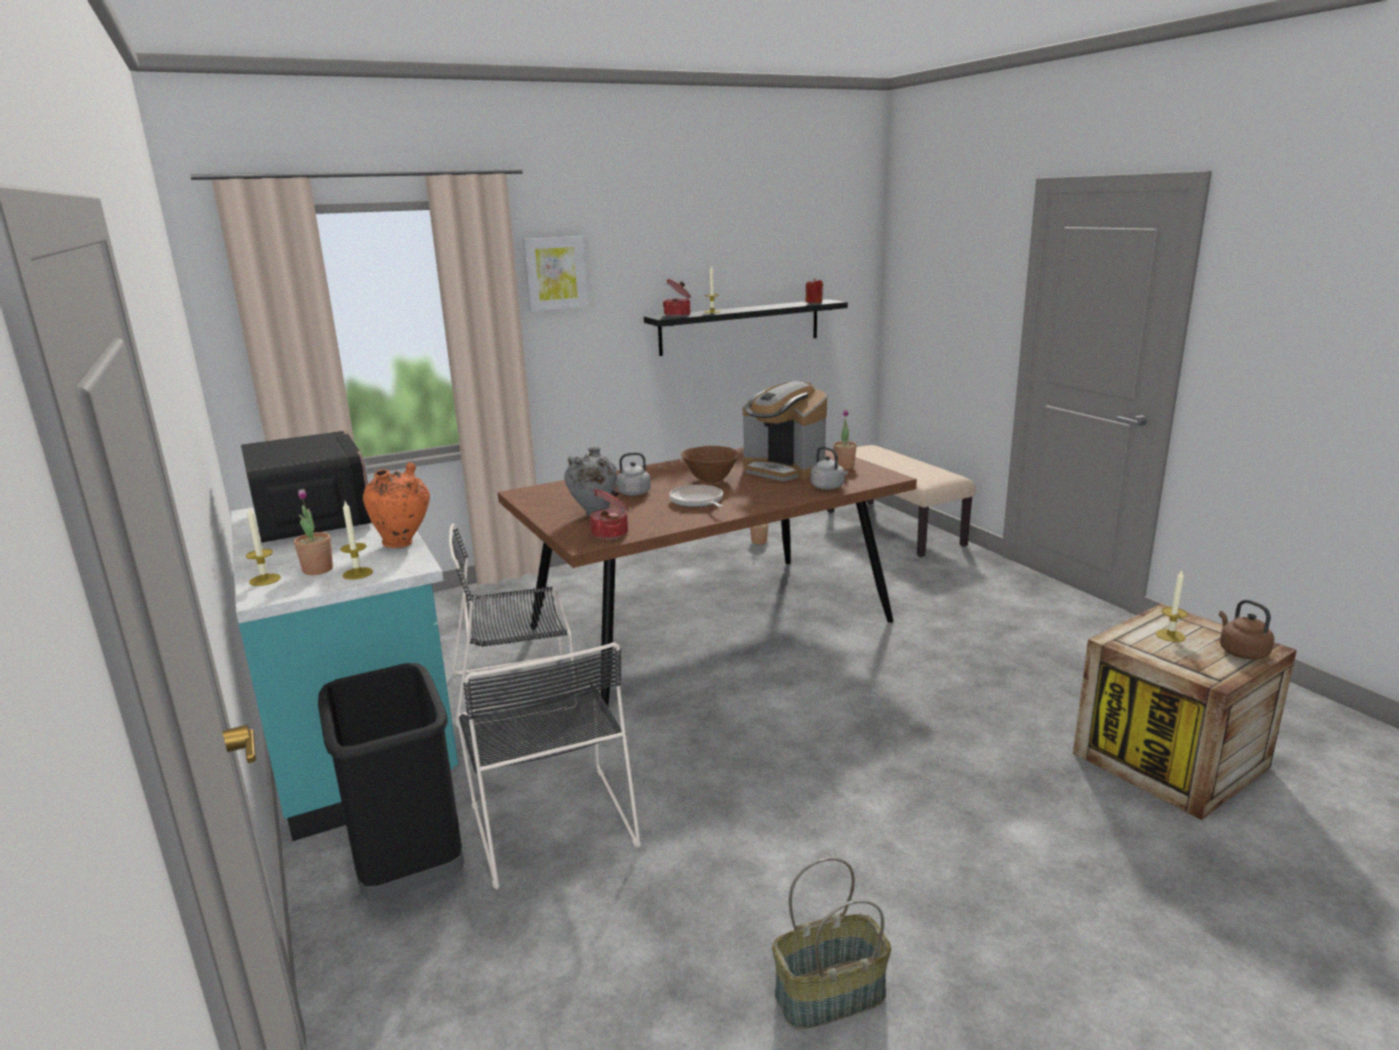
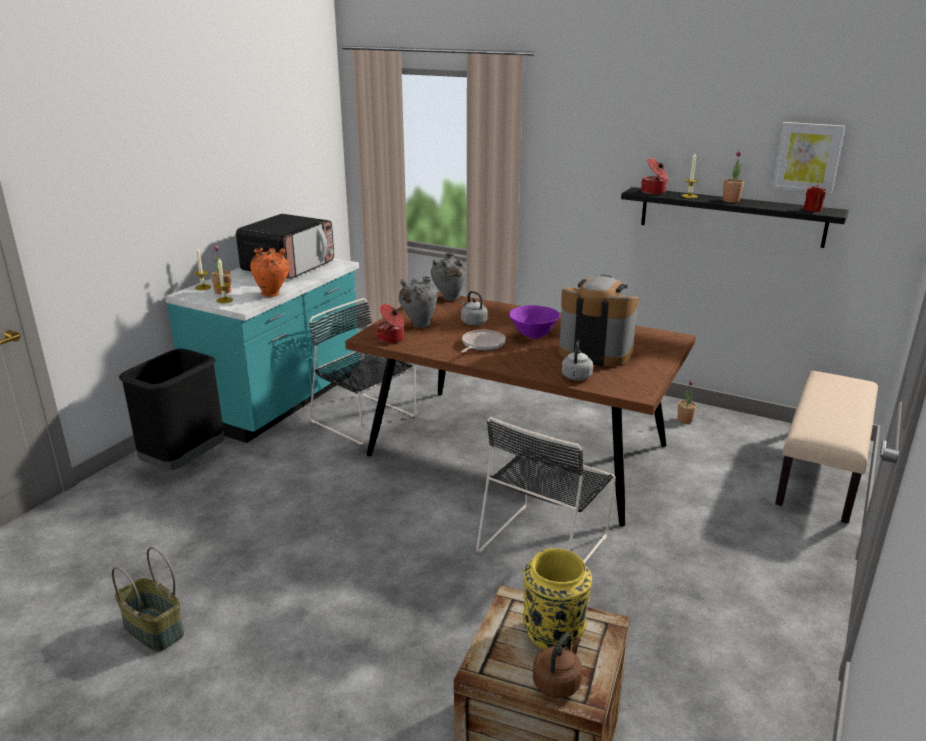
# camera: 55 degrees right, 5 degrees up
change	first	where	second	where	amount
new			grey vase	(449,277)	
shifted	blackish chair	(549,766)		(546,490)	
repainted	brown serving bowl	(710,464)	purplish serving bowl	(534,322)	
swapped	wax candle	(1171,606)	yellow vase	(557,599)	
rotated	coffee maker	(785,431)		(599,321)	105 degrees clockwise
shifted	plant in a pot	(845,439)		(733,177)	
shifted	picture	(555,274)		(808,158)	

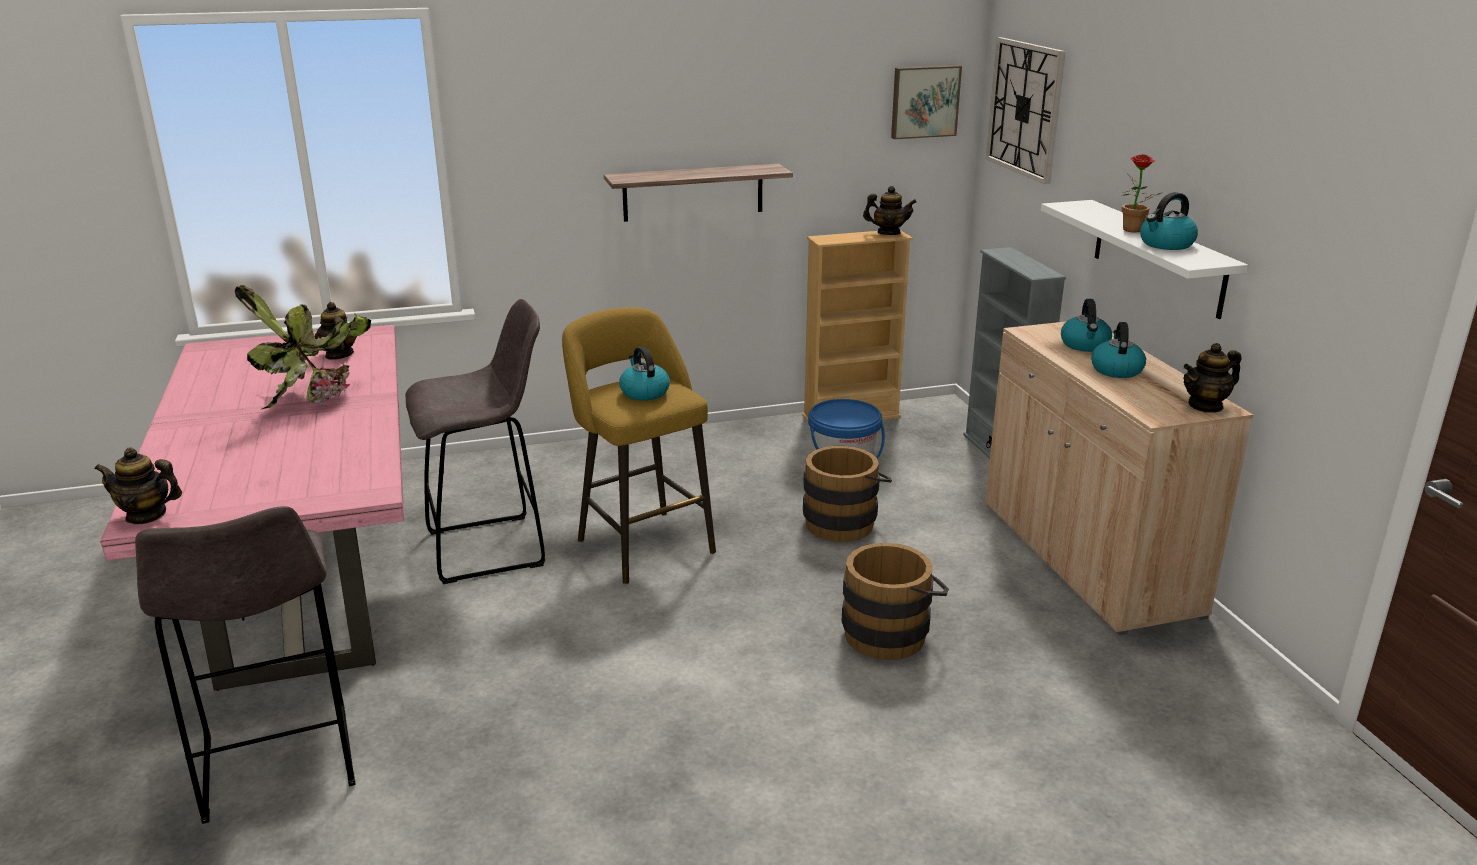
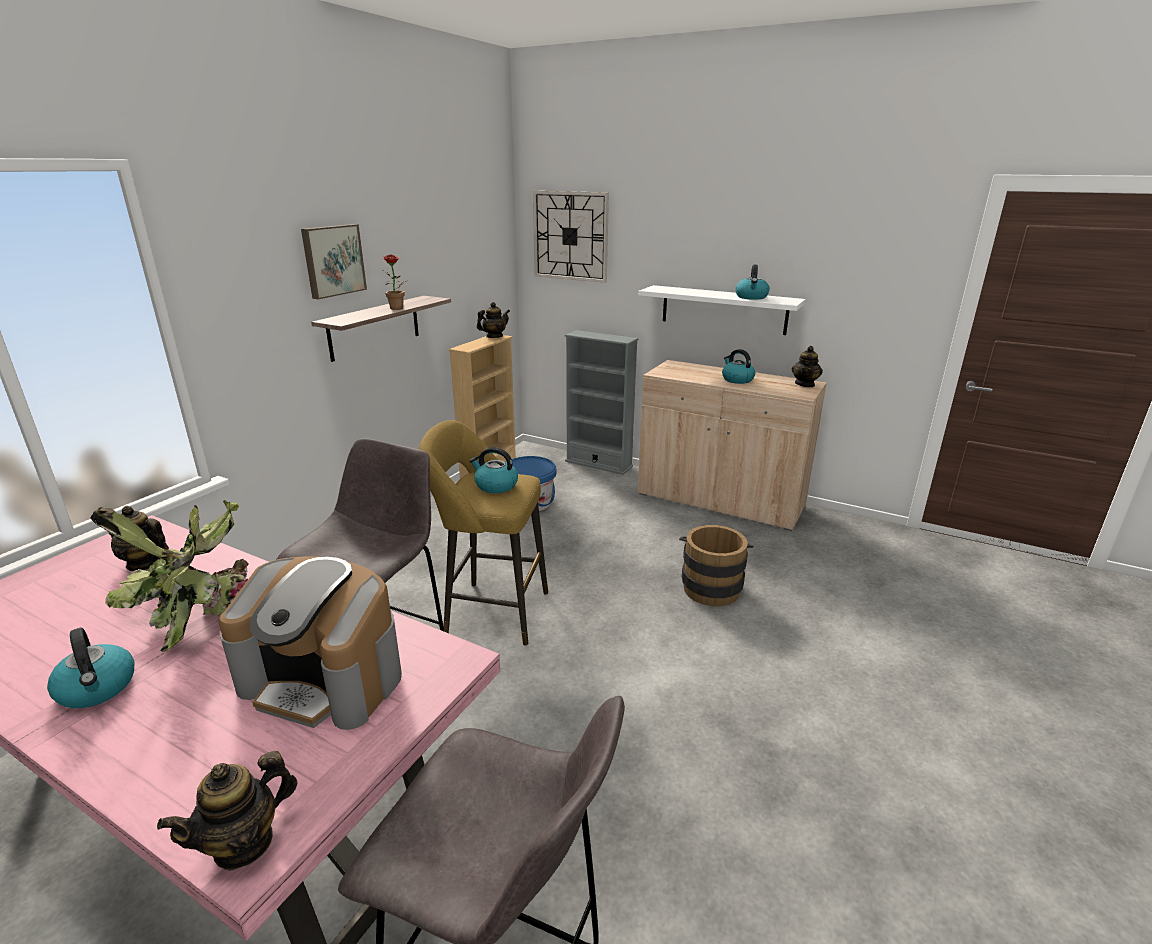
# camera: 45 degrees left, 0 degrees up
change	first	where	second	where	amount
shifted	tea kettle	(1086,325)		(90,668)	
new			coffee maker	(310,643)	
shifted	picture	(926,102)		(334,261)	
shifted	plant in a pot	(1142,193)		(395,282)	
gone	brown pail	(847,494)			

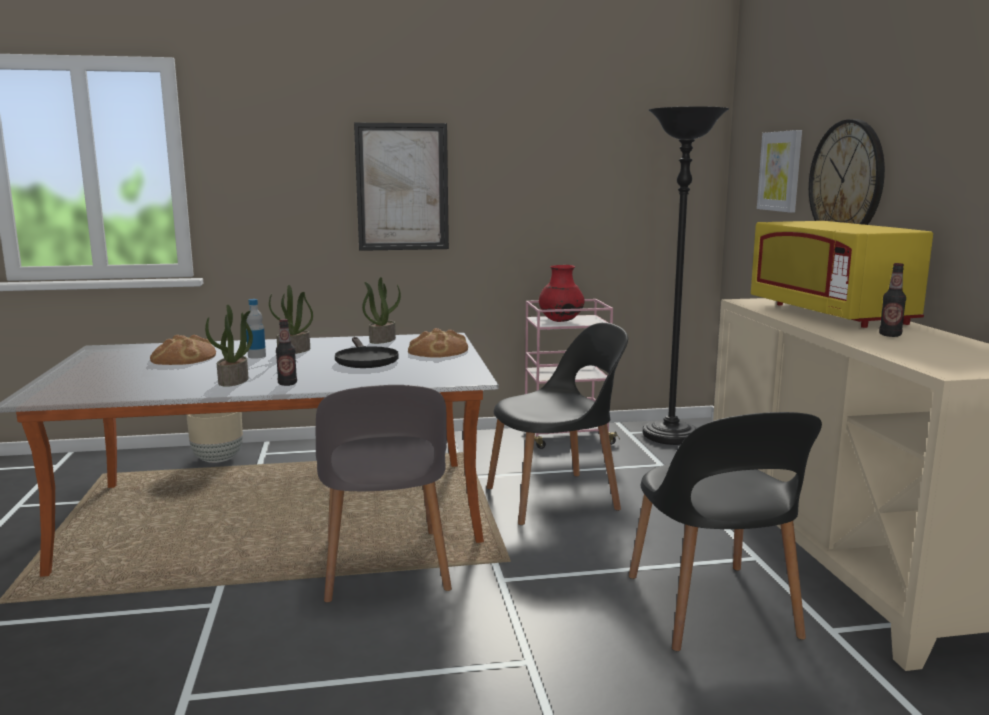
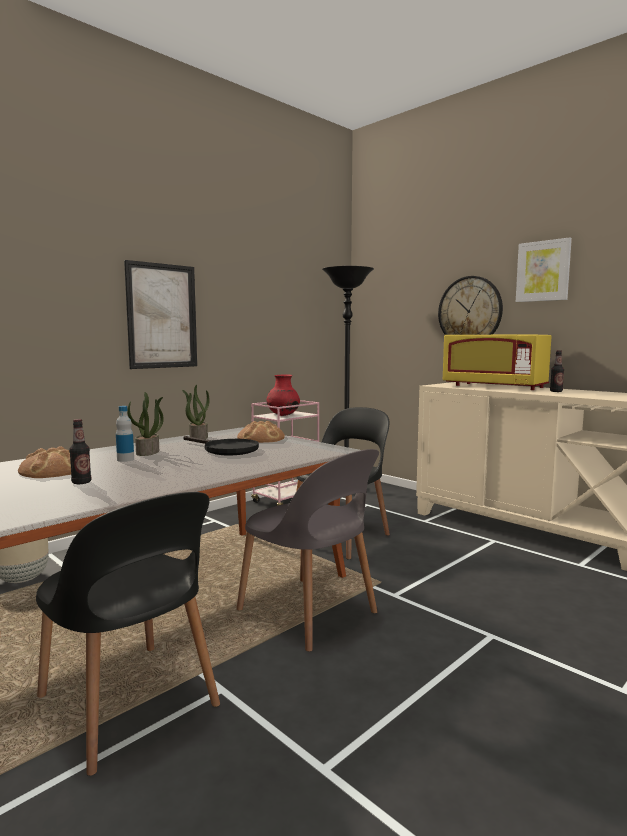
# camera: 35 degrees left, 5 degrees down
change	first	where	second	where	amount
shifted	blackish chair	(725,531)		(128,634)	
shifted	drink bottle	(286,352)		(80,451)	
shifted	picture	(779,171)		(544,269)	
gone	plant in a pot	(229,346)			

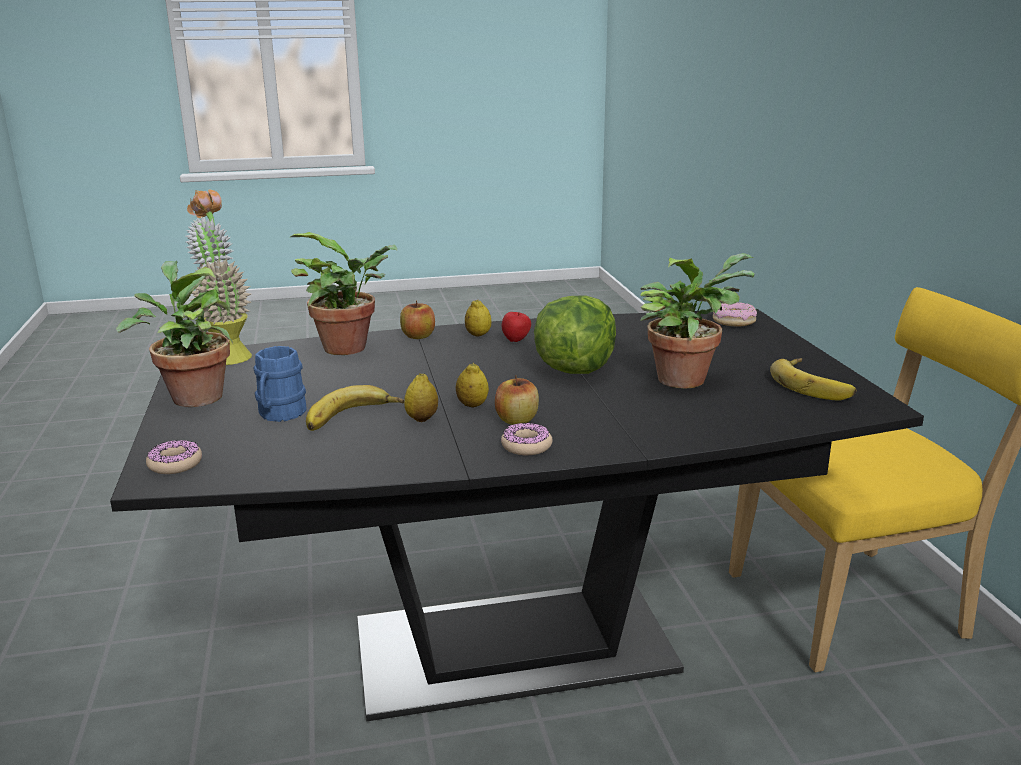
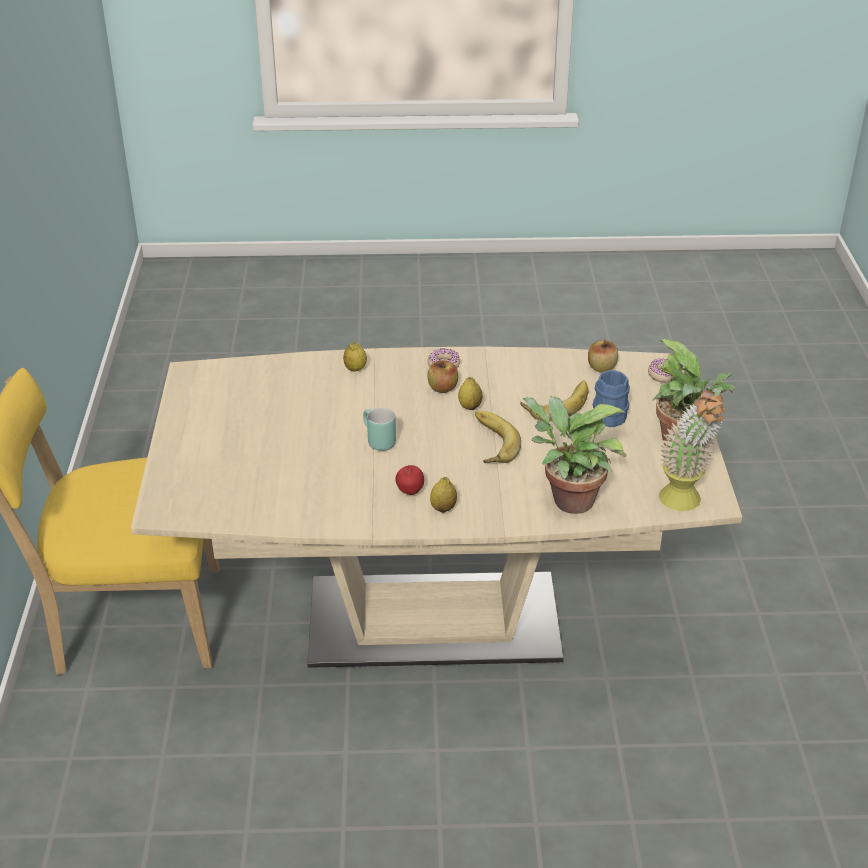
# camera: 170 degrees left, 15 degrees up
change	first	where	second	where	amount
repainted	blackish kitchen table	(517,515)	sand-coloured kitchen table	(436,507)	
shifted	whole lemon	(421,397)		(355,356)	
swapped	head of lettuce	(575,334)	blue-green tea mug	(379,429)	
shifted	banana	(813,379)		(498,437)	
shifted	apple	(417,319)		(603,356)	
gone	plant in a pot	(697,321)			
gone	donut	(735,314)			

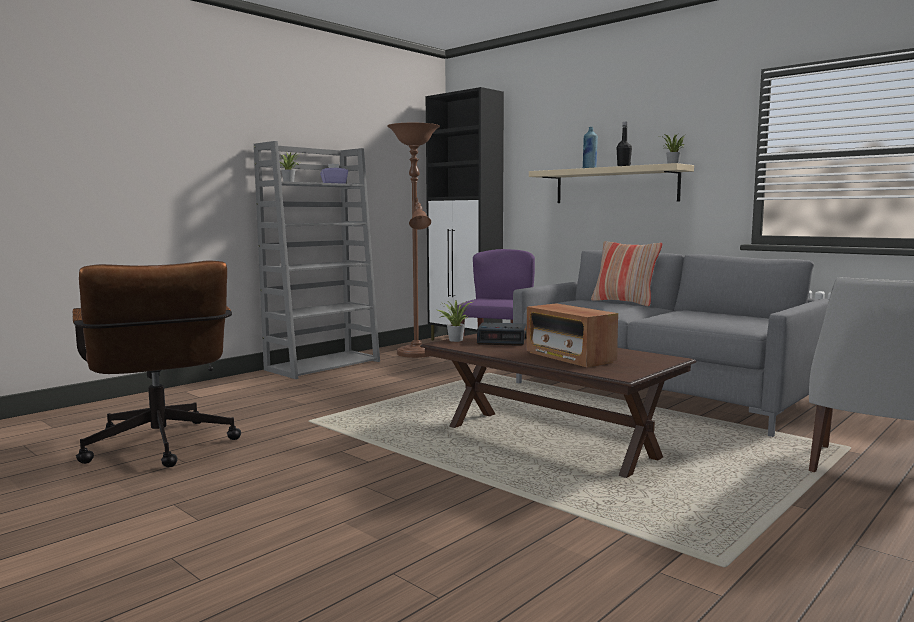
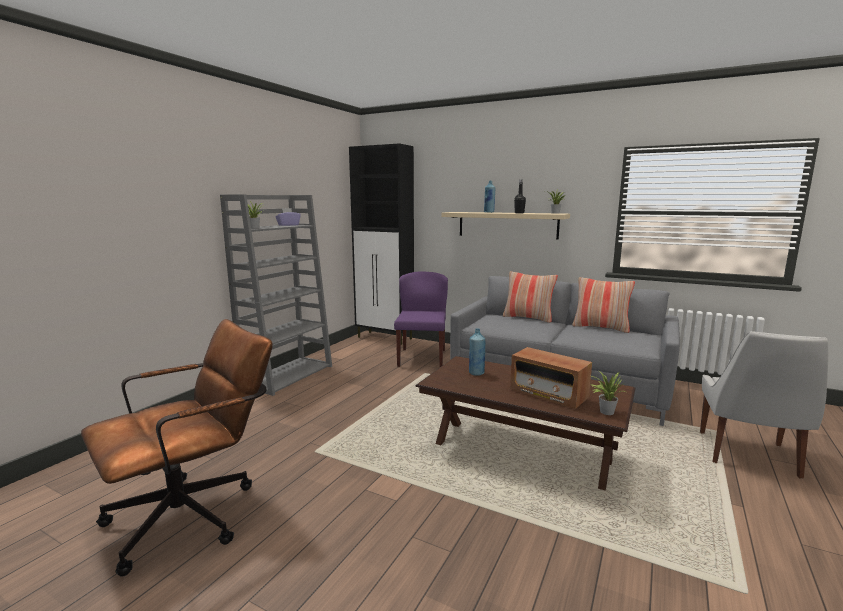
# camera: 15 degrees left, 5 degrees up
change	first	where	second	where	amount
rotated	brown computer chair	(157,364)		(177,447)	90 degrees counterclockwise
swapped	alarm clock	(502,334)	blue-coloured drink bottle	(477,352)	
new			throw pillow	(603,305)	
shifted	plant in a pot	(454,321)		(607,393)	
gone	brown standard lamp	(413,240)			

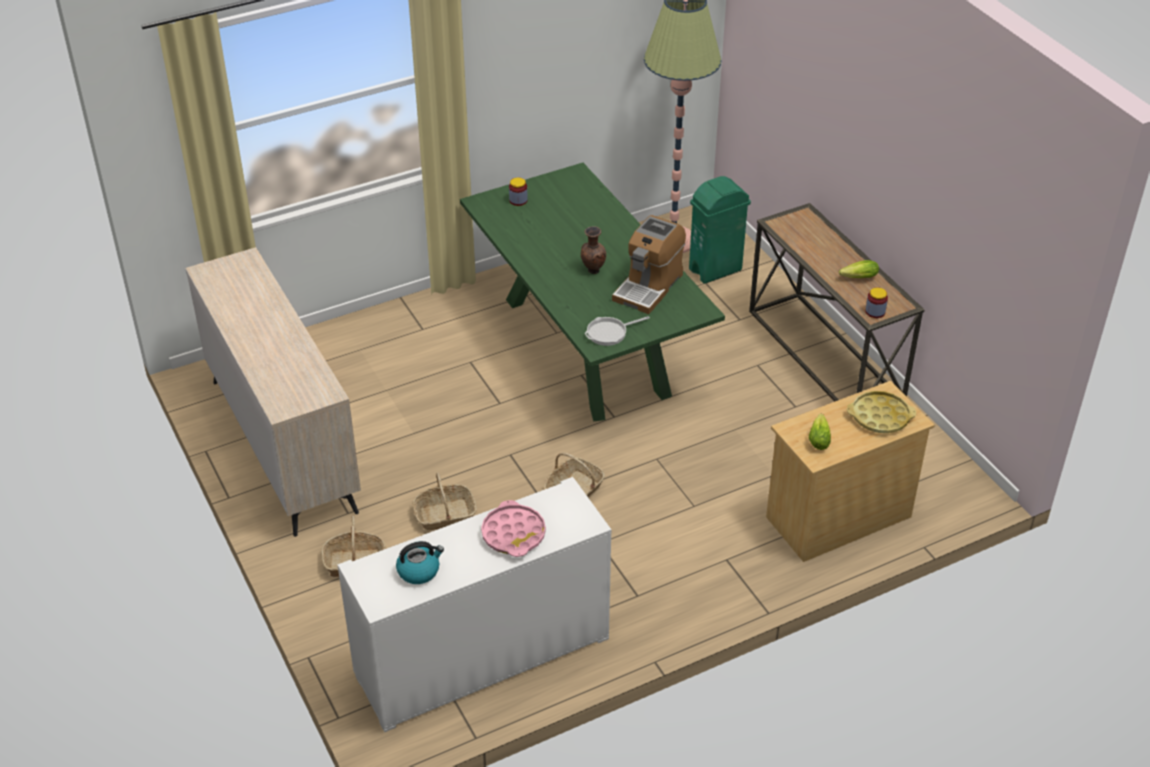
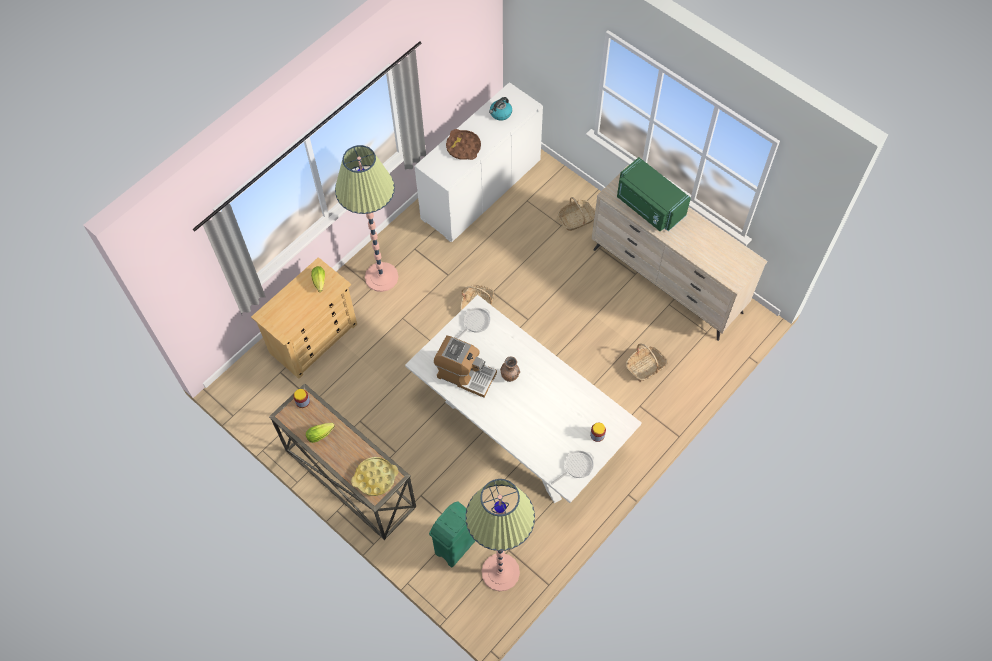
# camera: 160 degrees right, 20 degrees up
change	first	where	second	where	amount
new			standard lamp	(366,218)	
shifted	yellow serving tray	(881,412)		(374,476)	
repainted	green-coloured kitchen table	(592,292)	whitish kitchen table	(523,399)	
rotated	coffee maker	(649,264)		(465,366)	105 degrees clockwise
repainted	pinkish serving tray	(513,528)	brown serving tray	(463,144)	
new			frying pan	(572,467)	
new			green-coloured microwave oven	(654,194)	
shifted	storage basket	(444,501)		(647,362)	

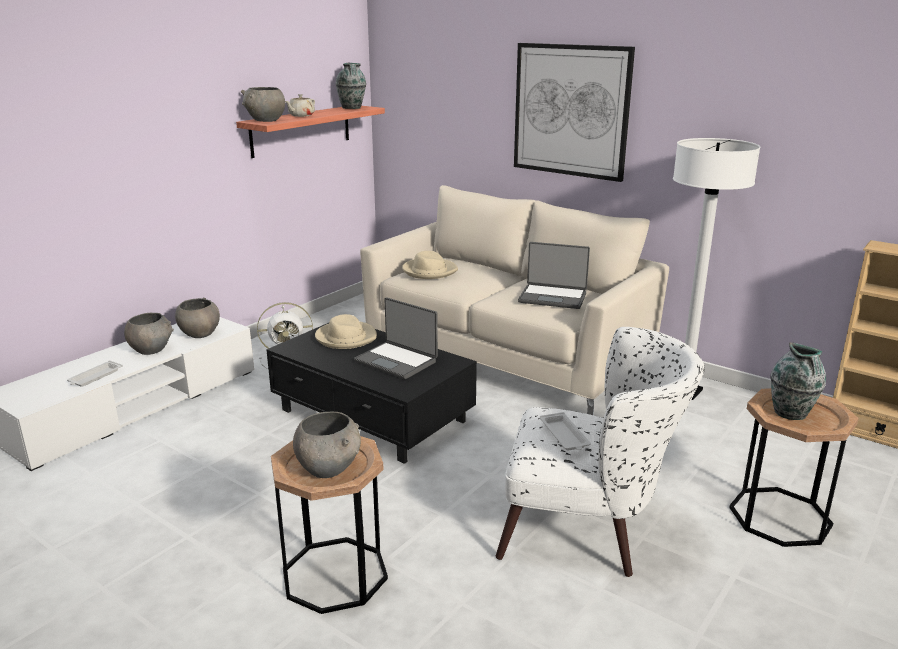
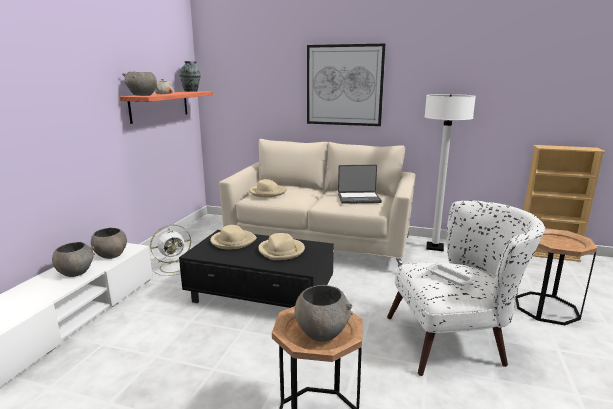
# camera: 20 degrees left, 5 degrees down
change	first	where	second	where	amount
swapped	notebook computer	(396,338)	sand-coloured clothing hat	(281,246)	
gone	whitish serving tray	(95,373)			
gone	vase	(798,381)			

